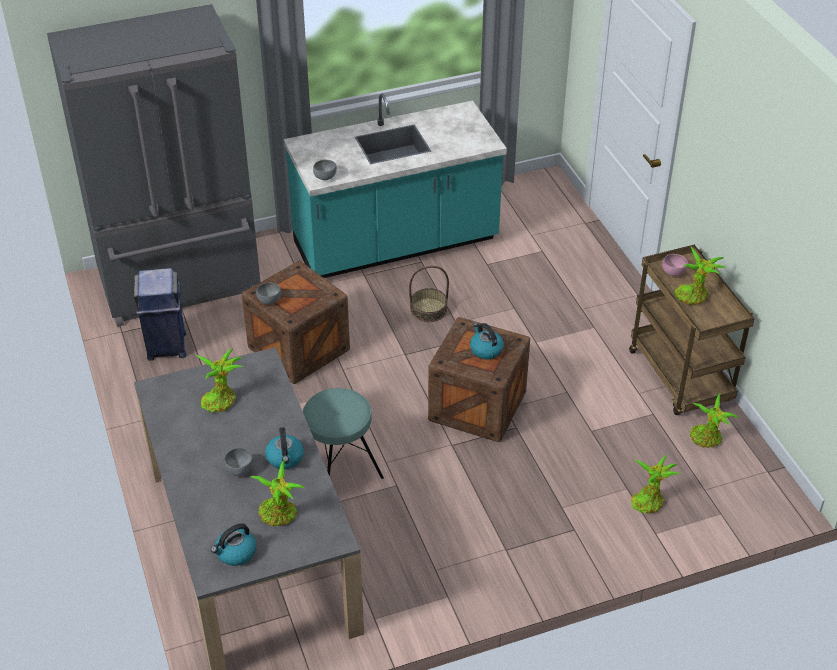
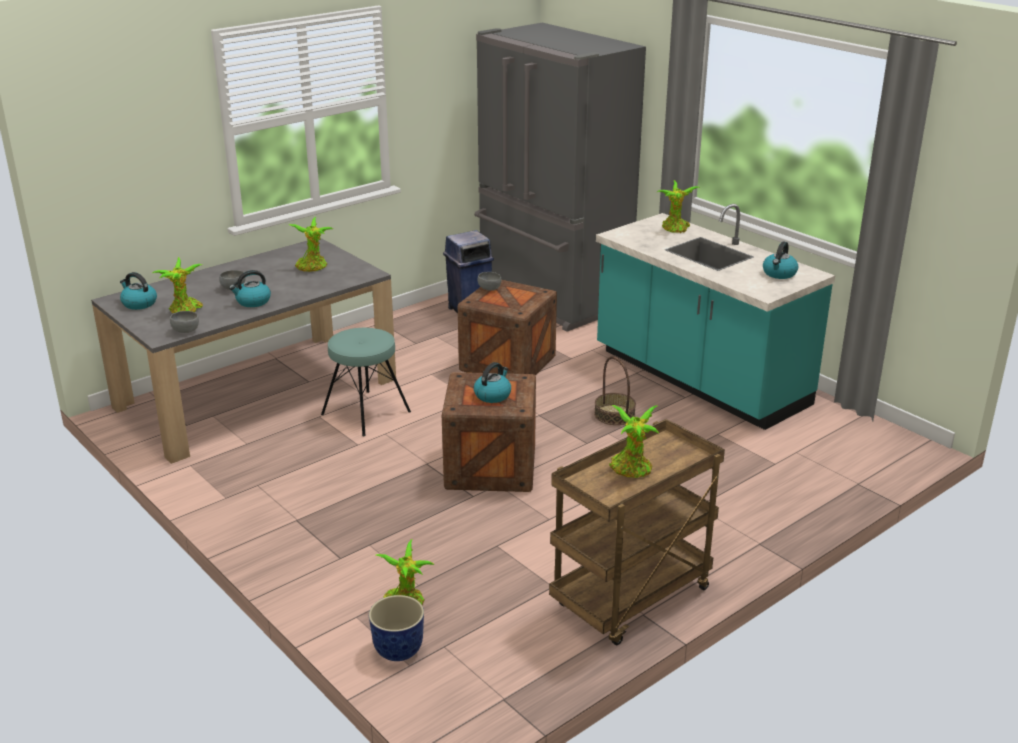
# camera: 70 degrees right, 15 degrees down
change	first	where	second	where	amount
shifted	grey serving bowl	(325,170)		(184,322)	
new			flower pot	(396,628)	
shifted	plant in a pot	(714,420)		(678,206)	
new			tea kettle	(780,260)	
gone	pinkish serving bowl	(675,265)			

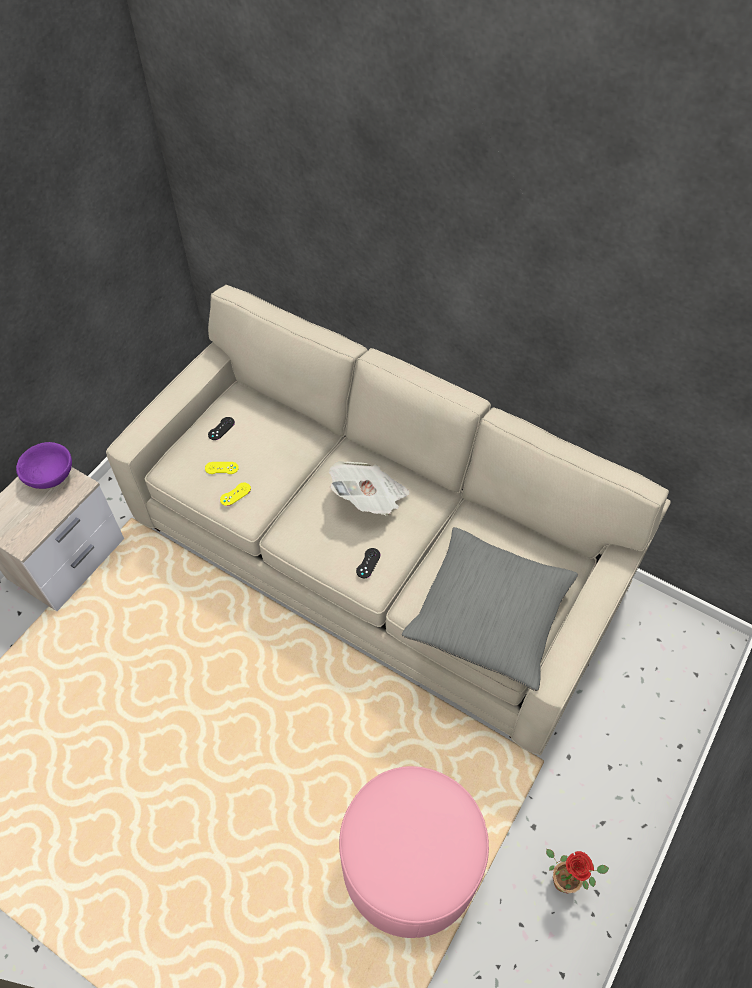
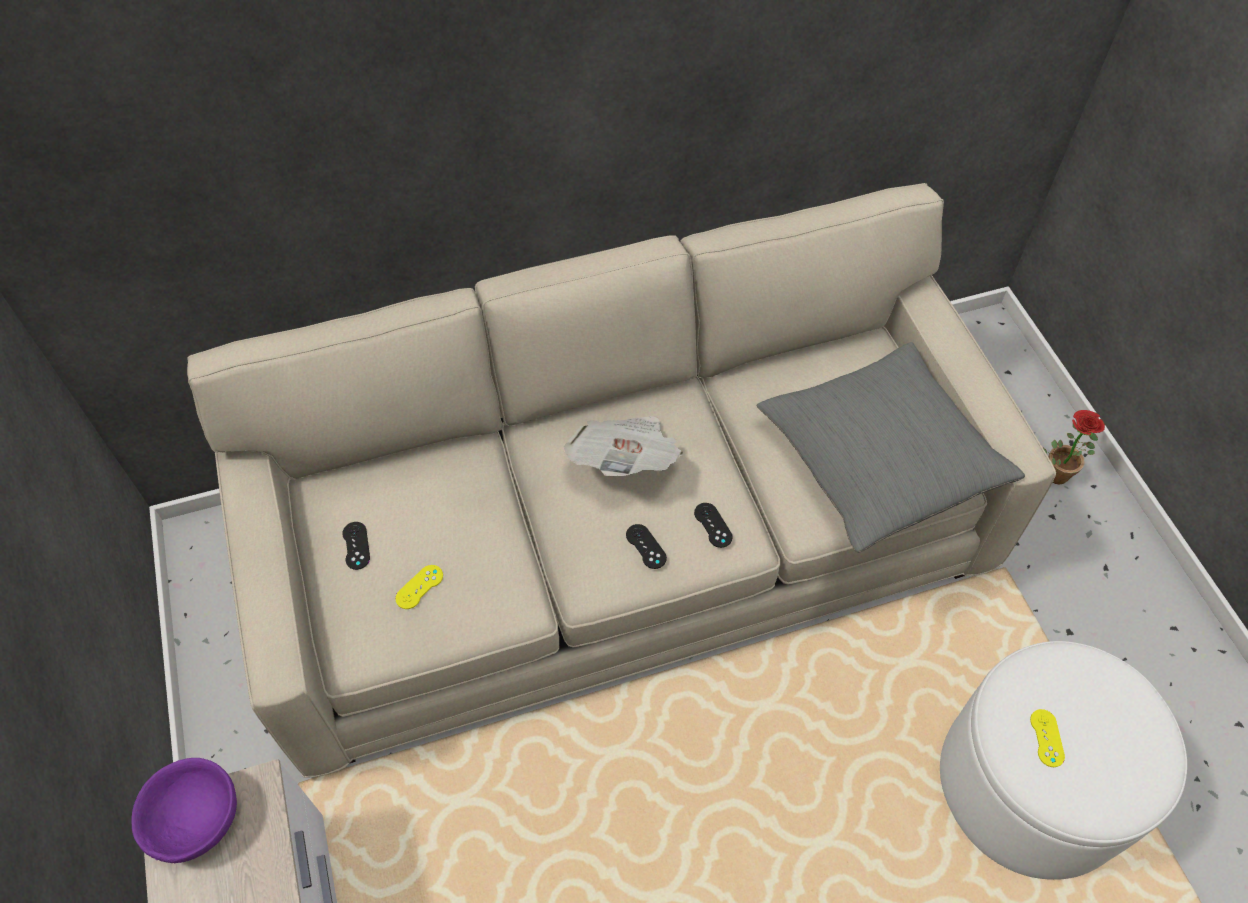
# camera: 50 degrees left, 0 degrees up
change	first	where	second	where	amount
new			blackish gamepad	(646,546)	
repainted	pinkish pouffe	(414,852)	whitish pouffe	(1063,760)	
shifted	yellow gamepad	(235,494)		(1047,738)	
shifted	plant in a pot	(577,871)		(1074,447)	

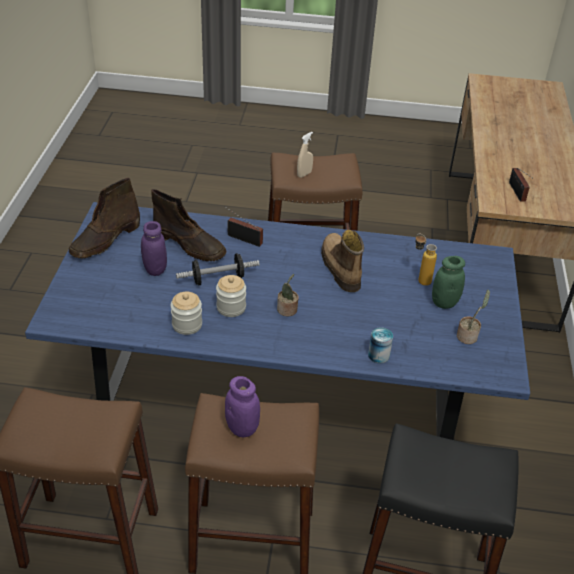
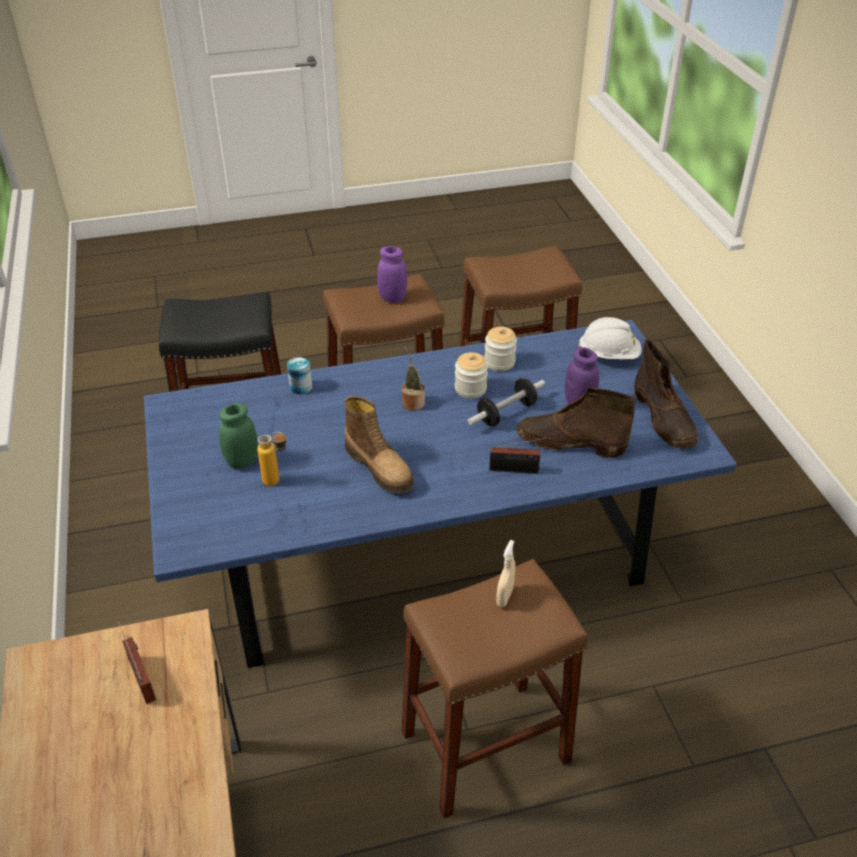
# camera: 160 degrees right, 0 degrees up
change	first	where	second	where	amount
new			whitish safety helmet	(610,338)	
rotated	brown boot	(104,218)		(666,394)	150 degrees clockwise
gone	plant in a pot	(473,317)			

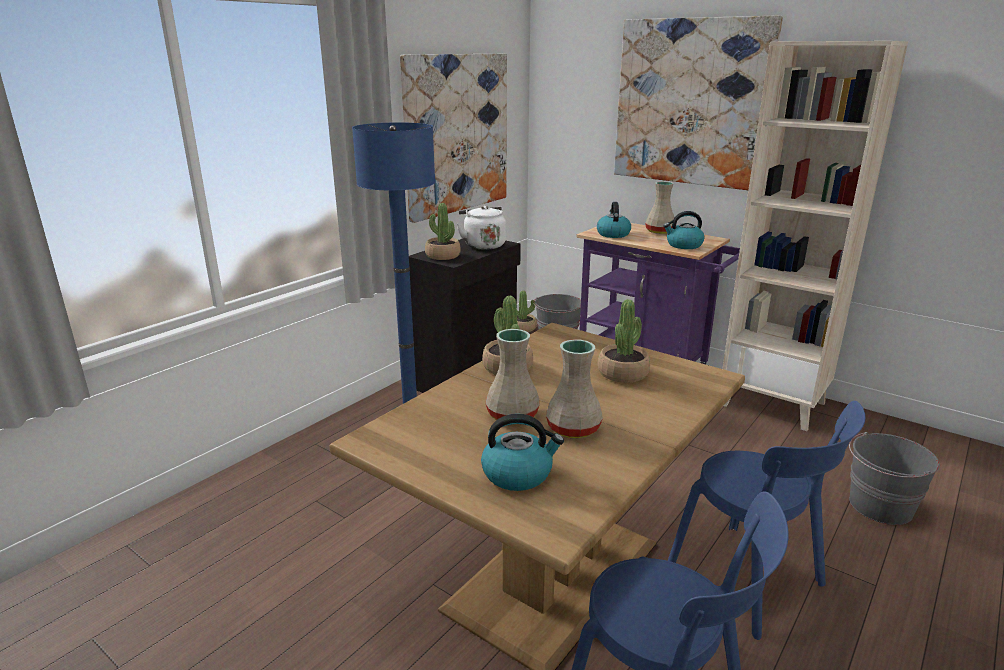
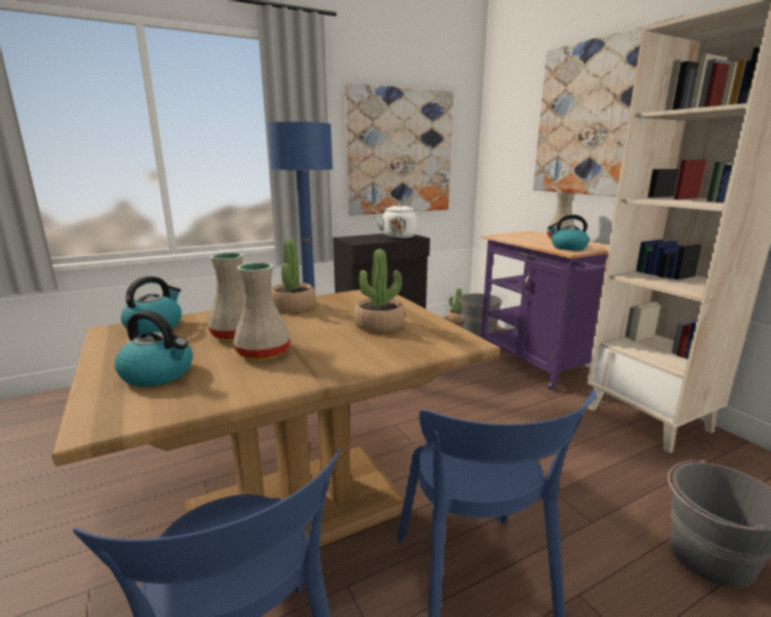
# camera: 25 degrees right, 5 degrees down
change	first	where	second	where	amount
shifted	tea kettle	(614,220)		(151,305)	
gone	plant in a pot	(443,231)			

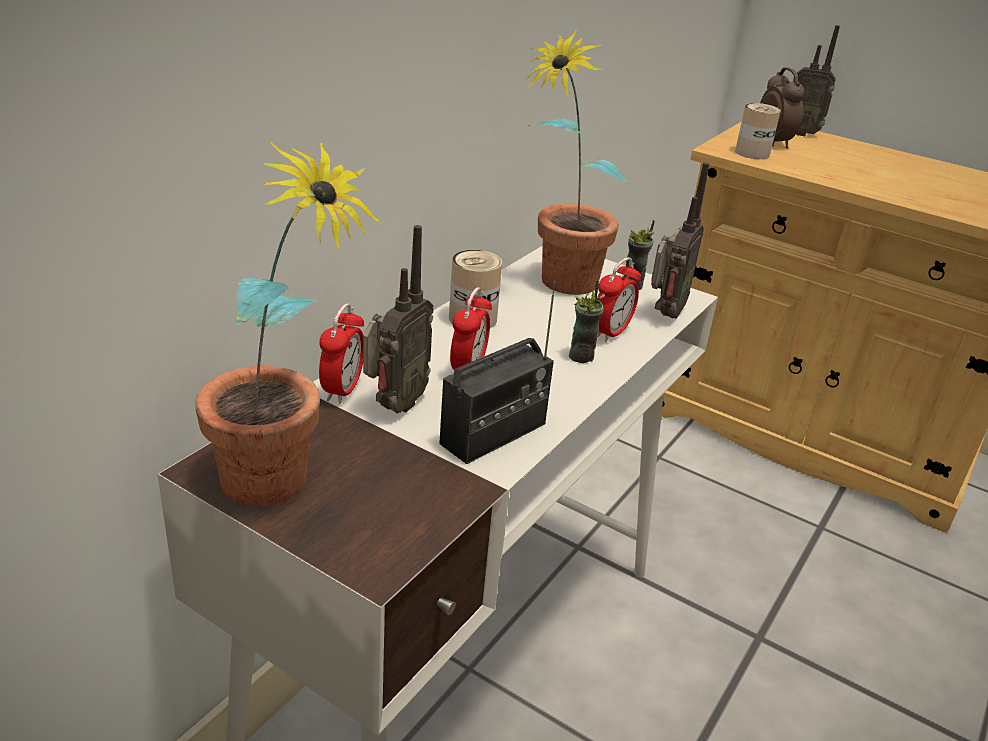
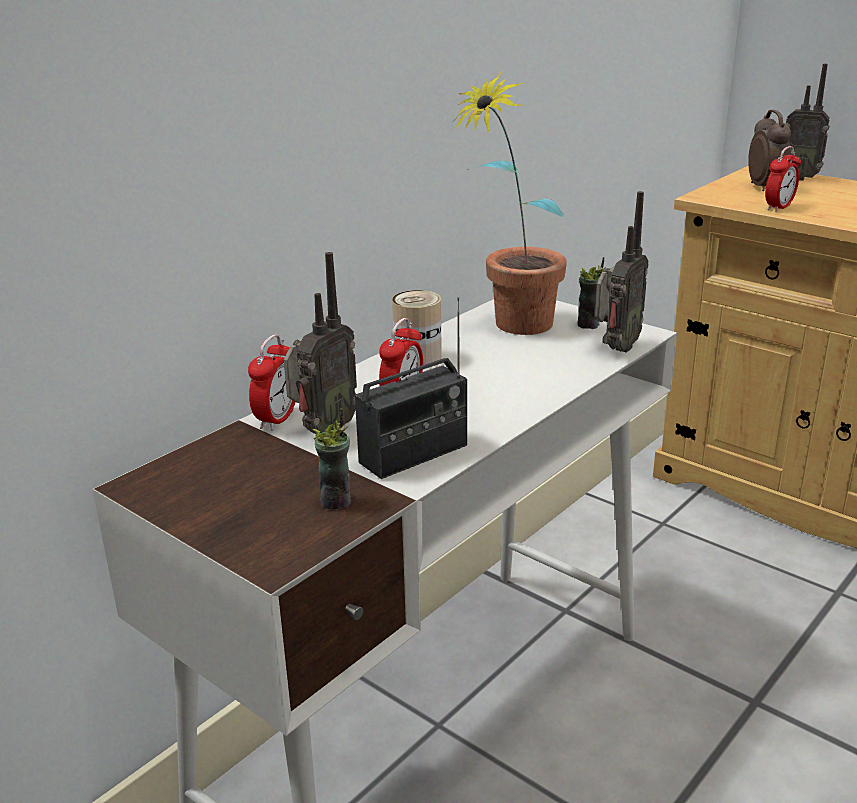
# camera: 10 degrees right, 5 degrees down
change	first	where	second	where	amount
shifted	small cup	(587,321)		(332,459)	
shifted	alarm clock	(619,299)		(783,179)	
gone	plant in a pot	(288,324)			
gone	metal can	(758,131)			

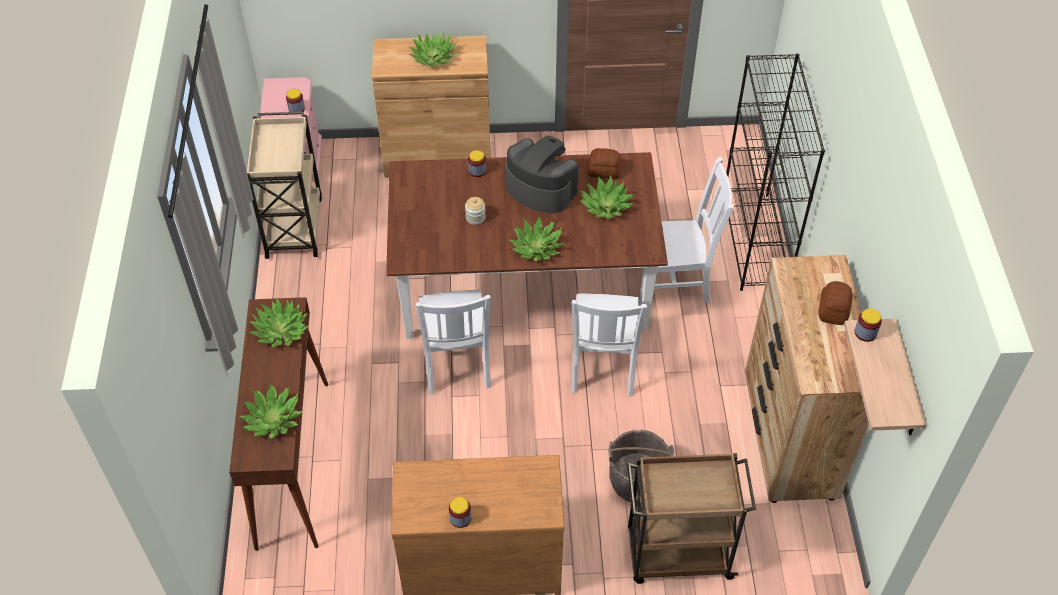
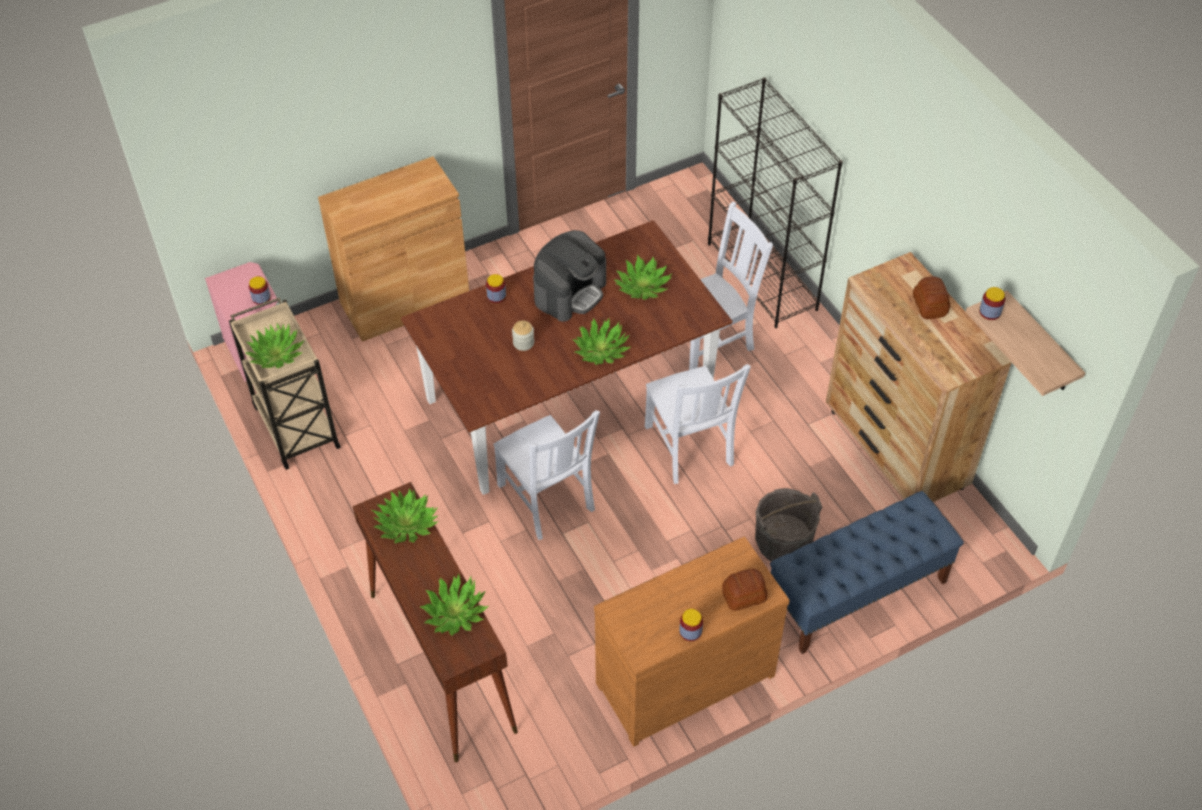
# camera: 25 degrees left, 0 degrees up
change	first	where	second	where	amount
shifted	plant in a pot	(433,49)		(275,345)	
rotated	coffee maker	(542,174)		(569,276)	120 degrees clockwise
shifted	bakery bread	(604,163)		(744,590)	
swapped	brown cart	(691,518)	blue-coloured bench	(867,572)	

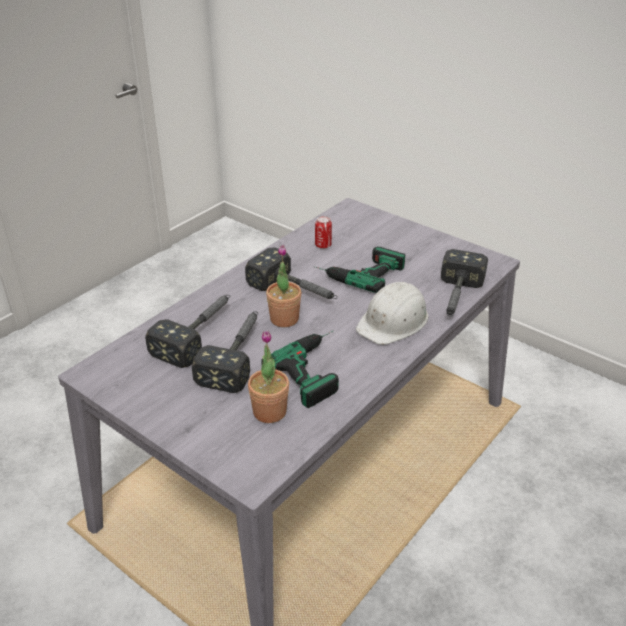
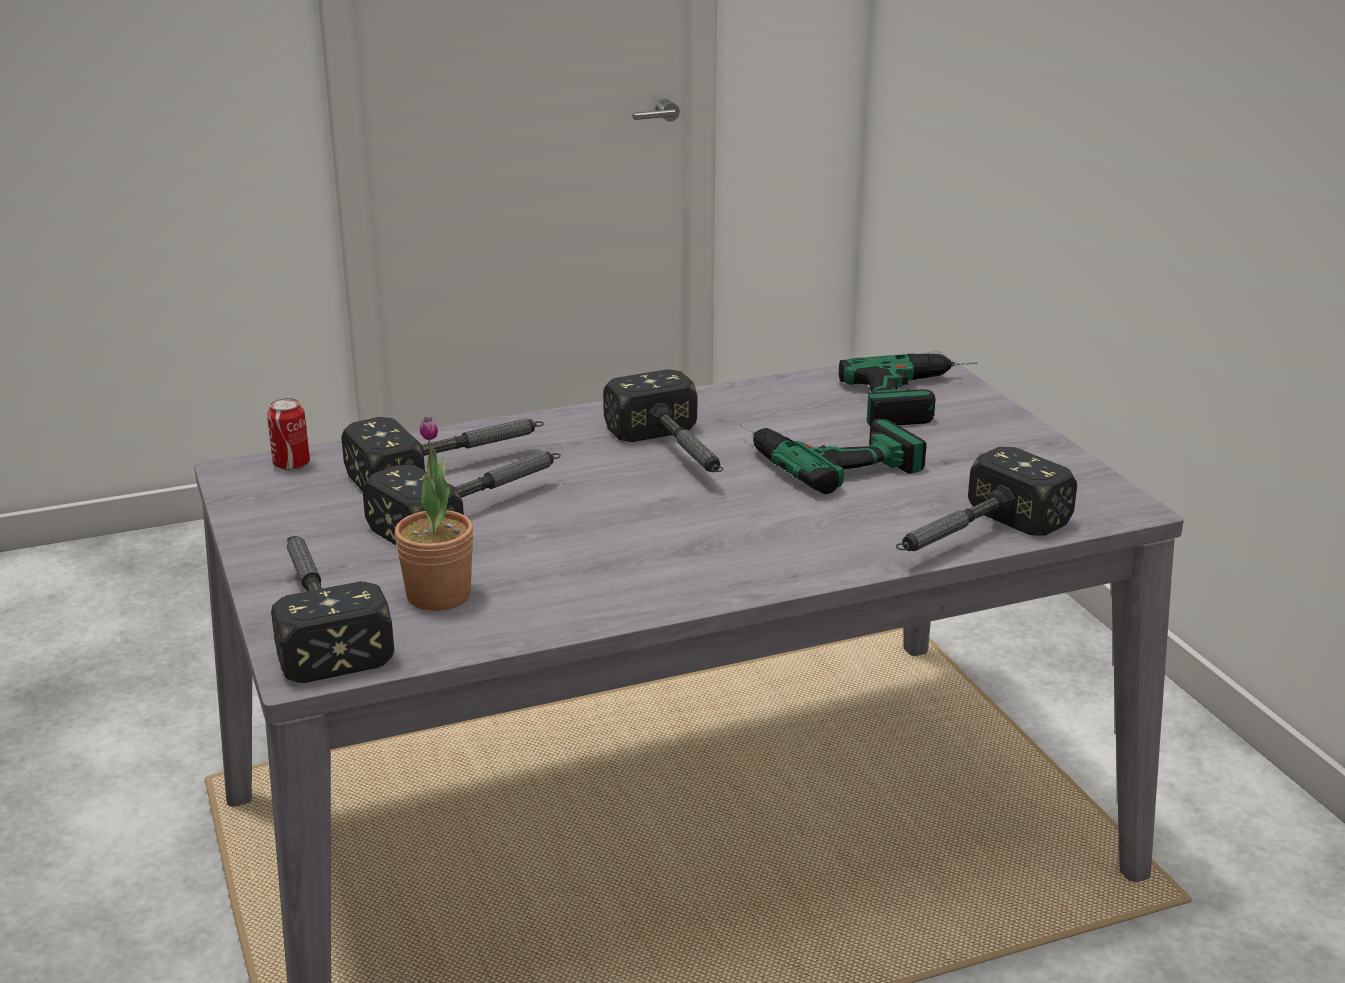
# camera: 30 degrees right, 10 degrees down
change	first	where	second	where	amount
shifted	metal can	(323,232)		(288,434)	
new			tool hammer	(332,609)	
shifted	drill	(300,369)		(908,390)	
gone	plant in a pot	(283,286)			
gone	whitish safety helmet	(392,313)			

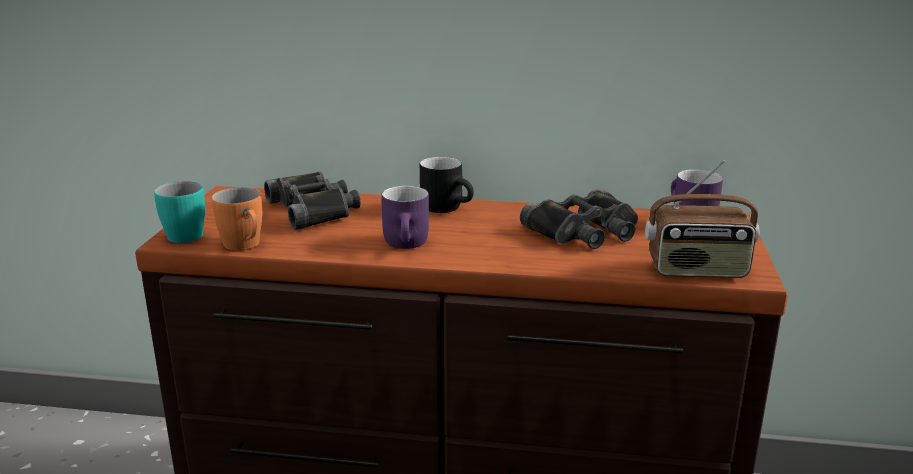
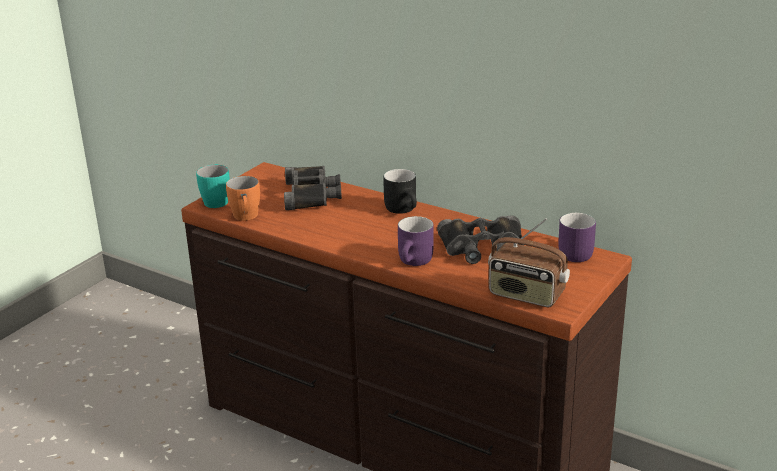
# camera: 25 degrees right, 5 degrees up
change	first	where	second	where	amount
shifted	purplish tea mug	(405,217)		(416,241)	

